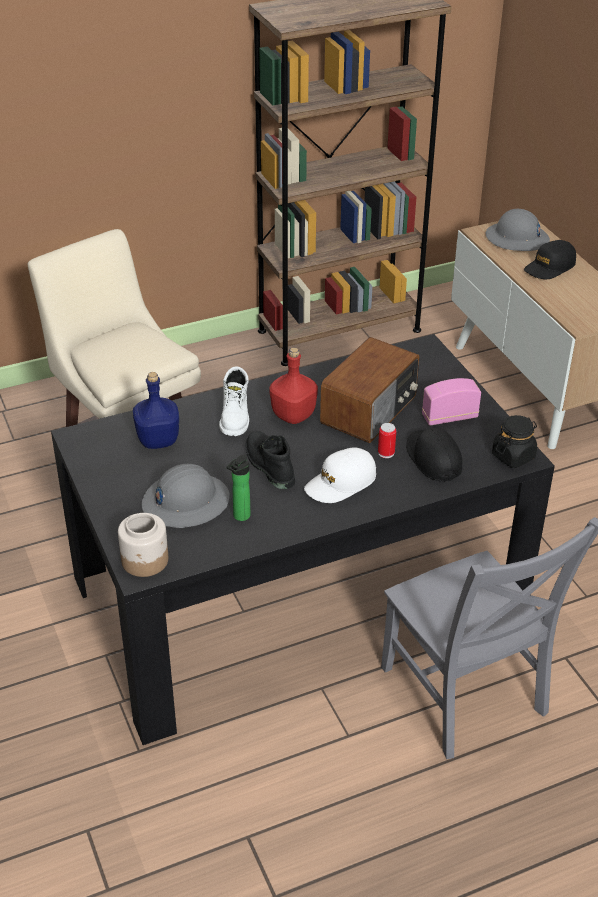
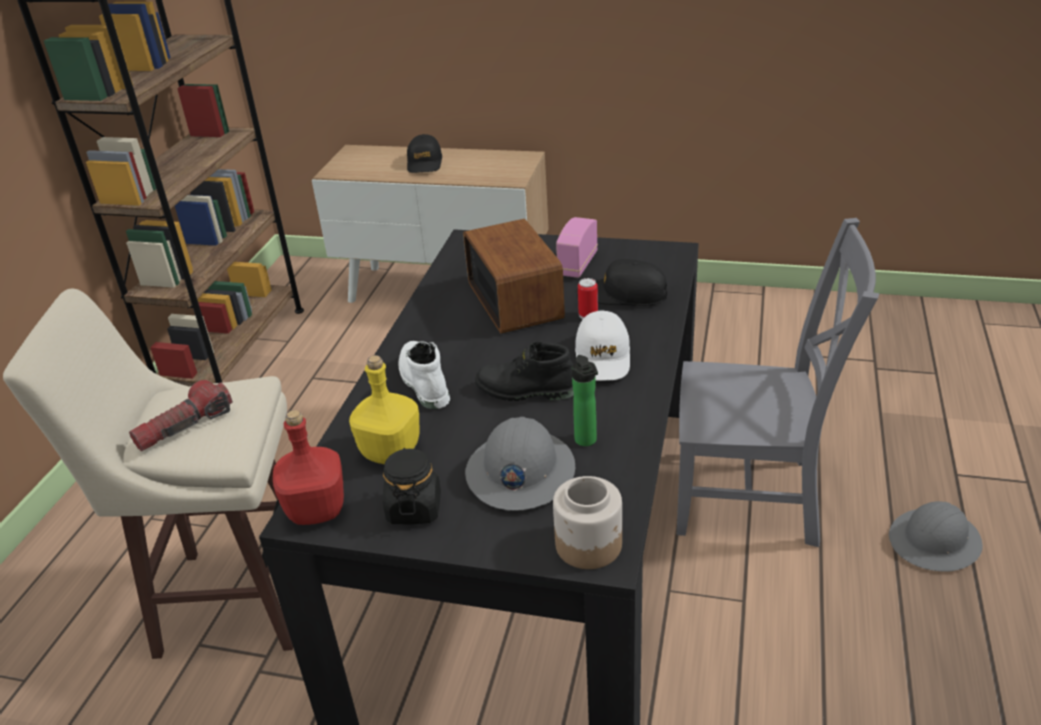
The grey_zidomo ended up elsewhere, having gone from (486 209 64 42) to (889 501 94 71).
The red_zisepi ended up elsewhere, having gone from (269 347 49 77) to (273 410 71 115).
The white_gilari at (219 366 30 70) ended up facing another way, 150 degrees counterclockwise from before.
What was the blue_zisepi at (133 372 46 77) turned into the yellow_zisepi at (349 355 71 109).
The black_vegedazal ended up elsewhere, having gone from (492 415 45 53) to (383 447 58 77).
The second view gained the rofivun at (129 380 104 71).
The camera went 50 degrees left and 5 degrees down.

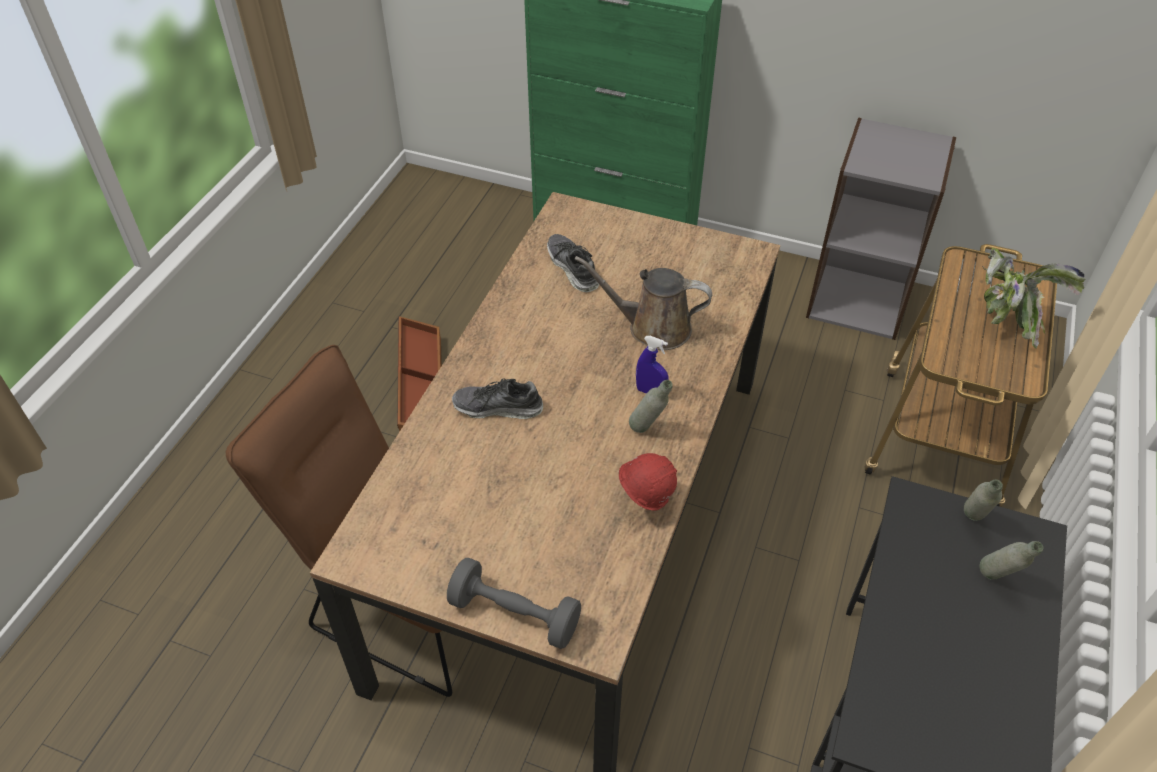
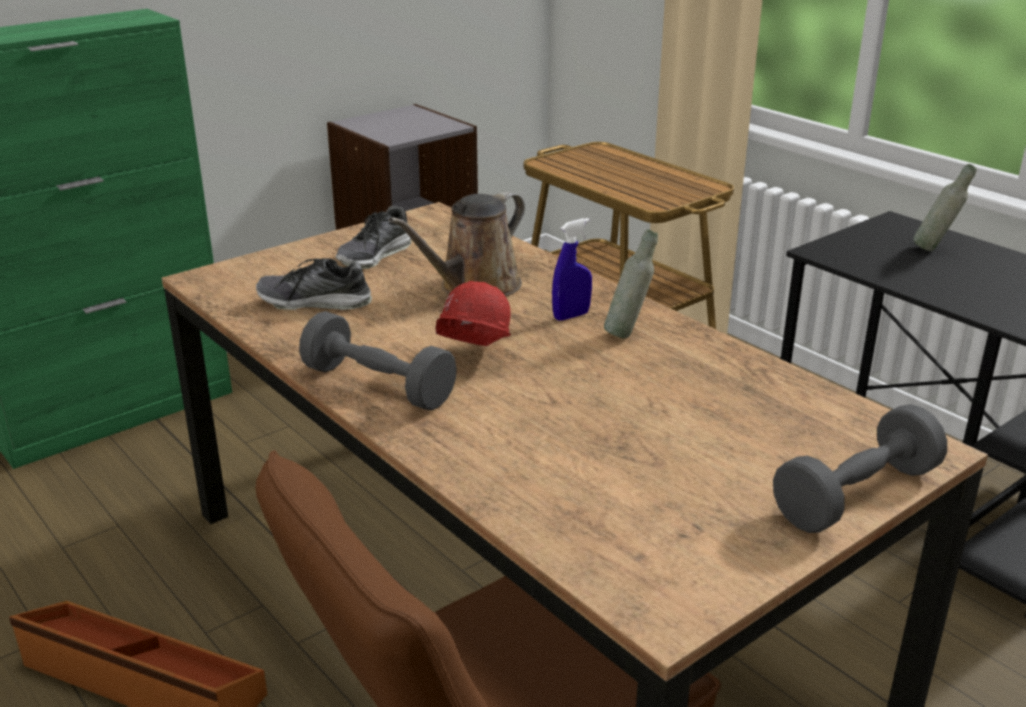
The second view lost the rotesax at (982 248 103 100).
The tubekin ended up elsewhere, having gone from (452 378 91 41) to (336 206 76 63).
The red_zidomo ended up elsewhere, having gone from (619 453 58 57) to (418 281 93 65).
The second view lost the grey_zisepi at (964 480 39 41).
The second view gained the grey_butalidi at (299 311 158 100).
The camera went 60 degrees left and 20 degrees down.

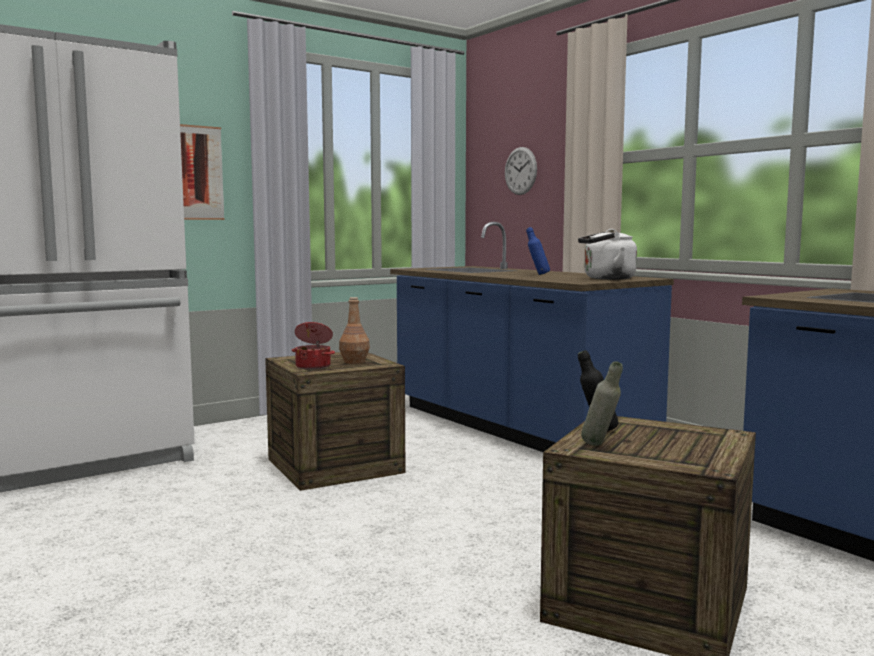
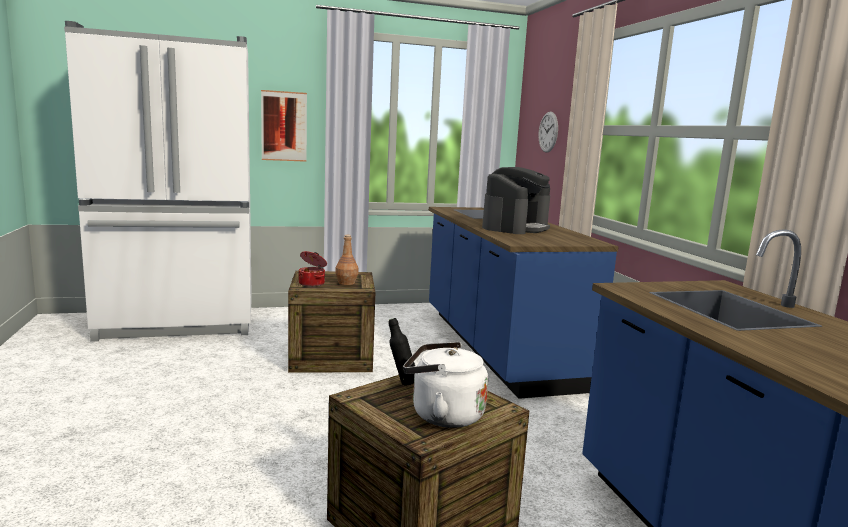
Where the blue_zisepi stood at (526 227 24 48), the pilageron came to stand at (482 167 68 67).
The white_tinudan ended up elsewhere, having gone from (578 229 59 51) to (403 342 85 86).
The second view lost the grey_zisepi at (581 361 42 85).
The camera went 20 degrees right and 5 degrees up.

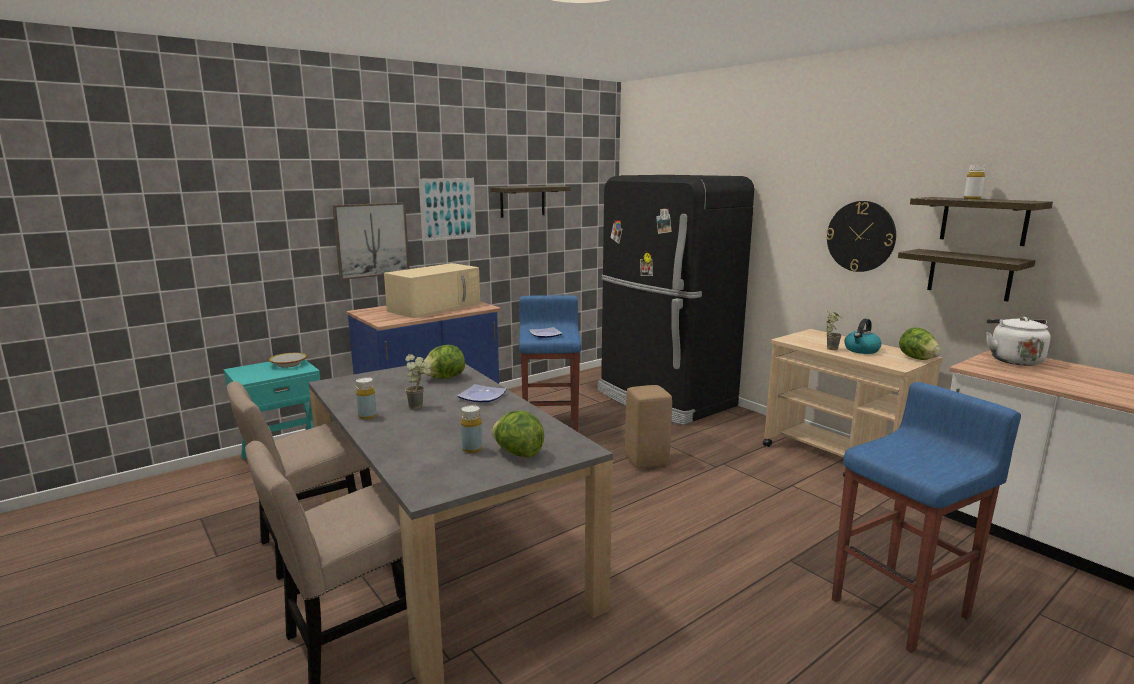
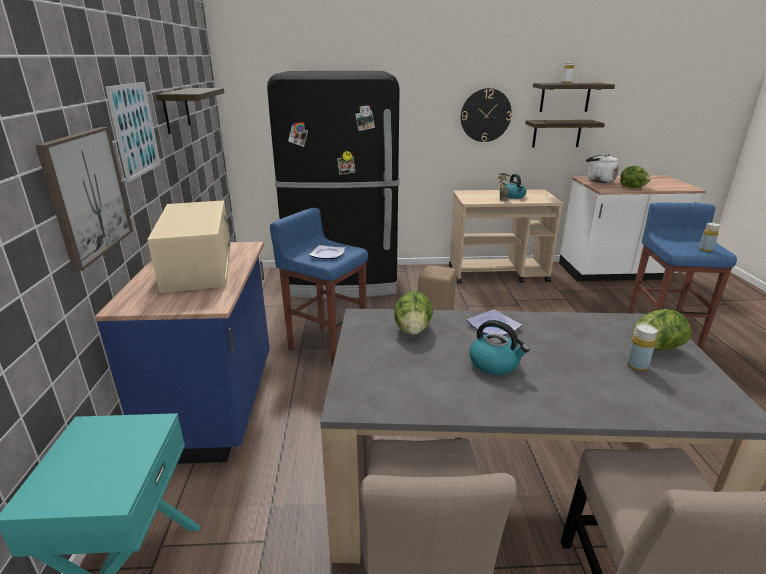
The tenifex ended up elsewhere, having gone from (899 327 42 33) to (620 166 31 22).
The second view lost the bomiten at (269 353 38 15).
Where the rotesax stood at (405 354 26 55), the tinudan came to stand at (469 320 61 55).
The yellow_zisepi ended up elsewhere, having gone from (356 377 21 43) to (699 223 21 29).
The camera went 55 degrees left and 10 degrees up.

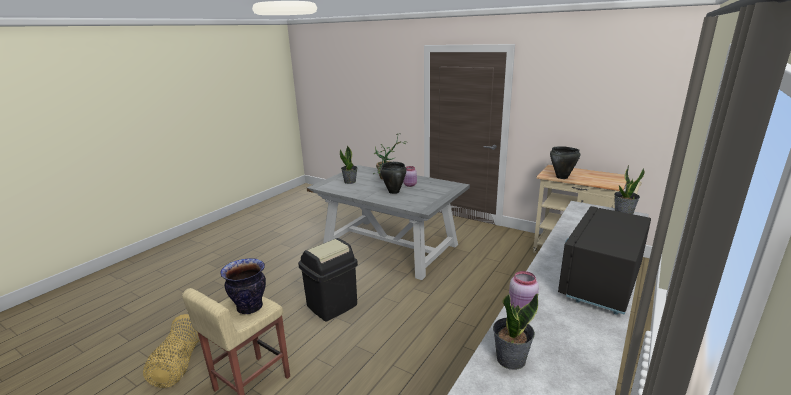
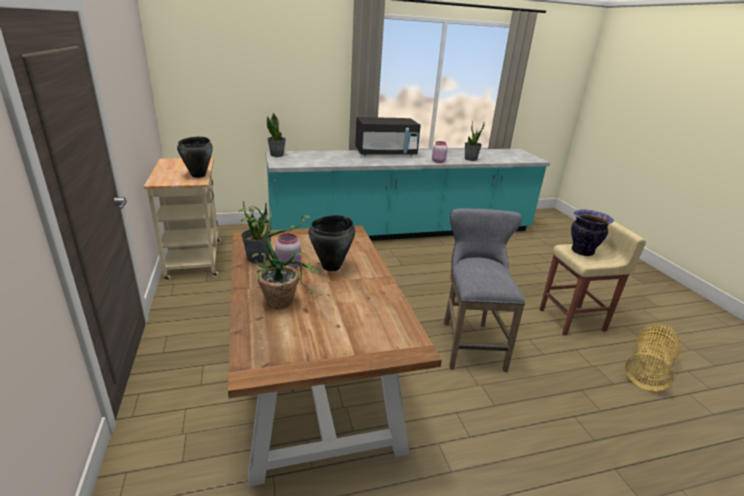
The rotesax ended up elsewhere, having gone from (340 146 17 38) to (241 201 30 62).
What was the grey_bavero at (307 165 163 115) turned into the brown_bavero at (228 225 214 262).
Where the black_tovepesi stood at (298 238 60 83), the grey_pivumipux came to stand at (444 209 81 163).
The camera went 140 degrees left and 5 degrees up.

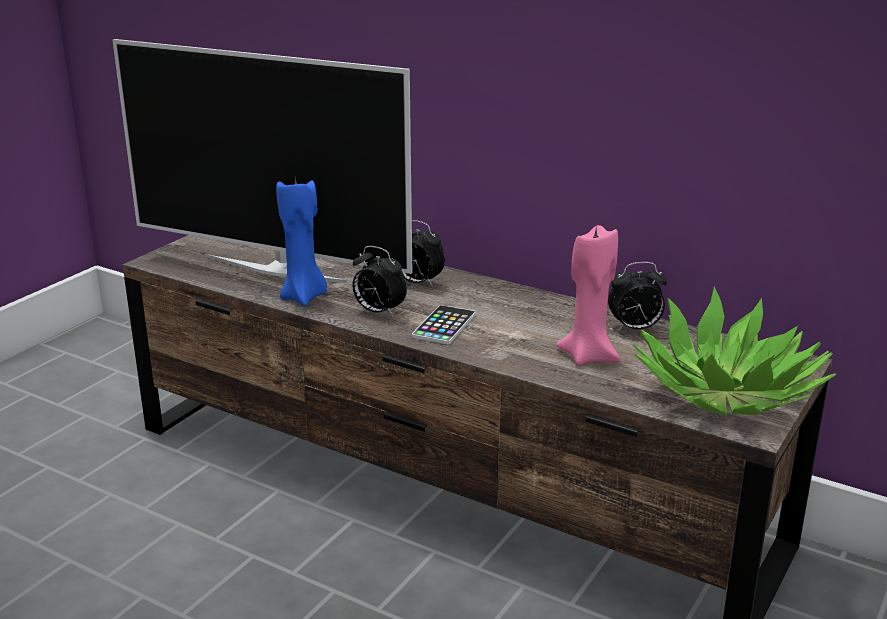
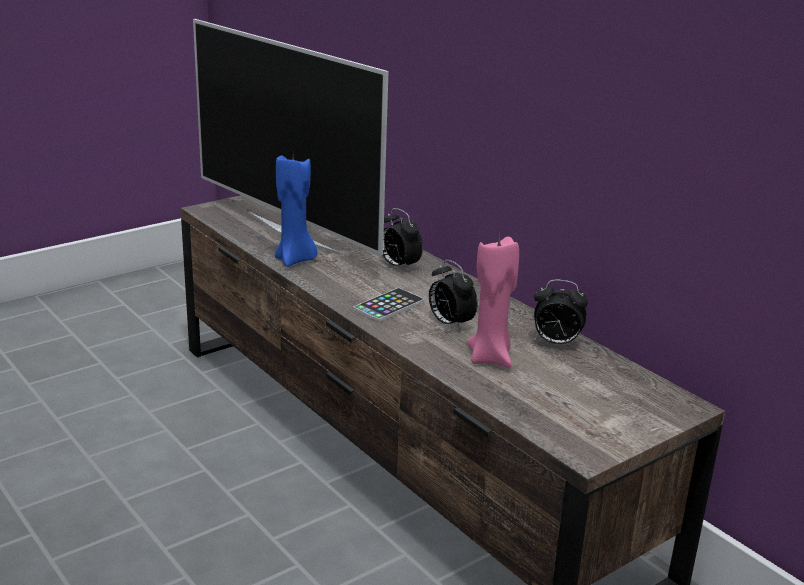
The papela ended up elsewhere, having gone from (352 246 55 71) to (429 260 49 71).
The second view lost the rotesax at (632 287 204 129).
The camera went 20 degrees right and 0 degrees up.

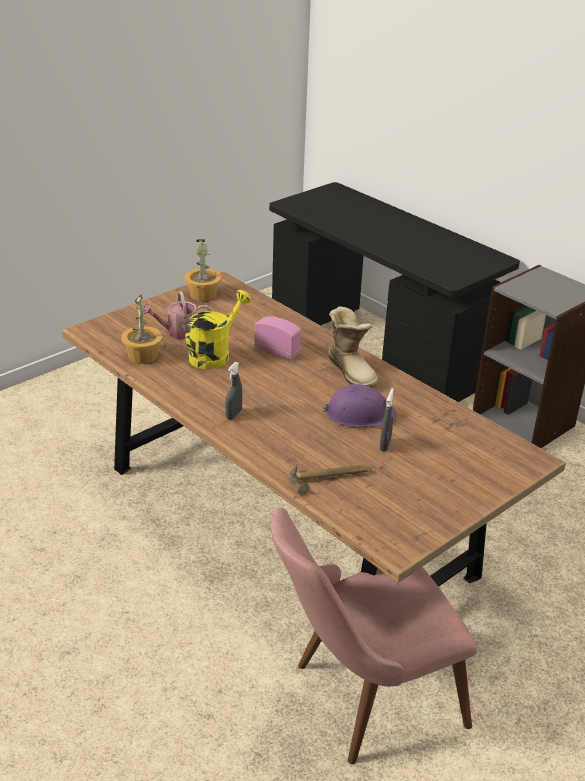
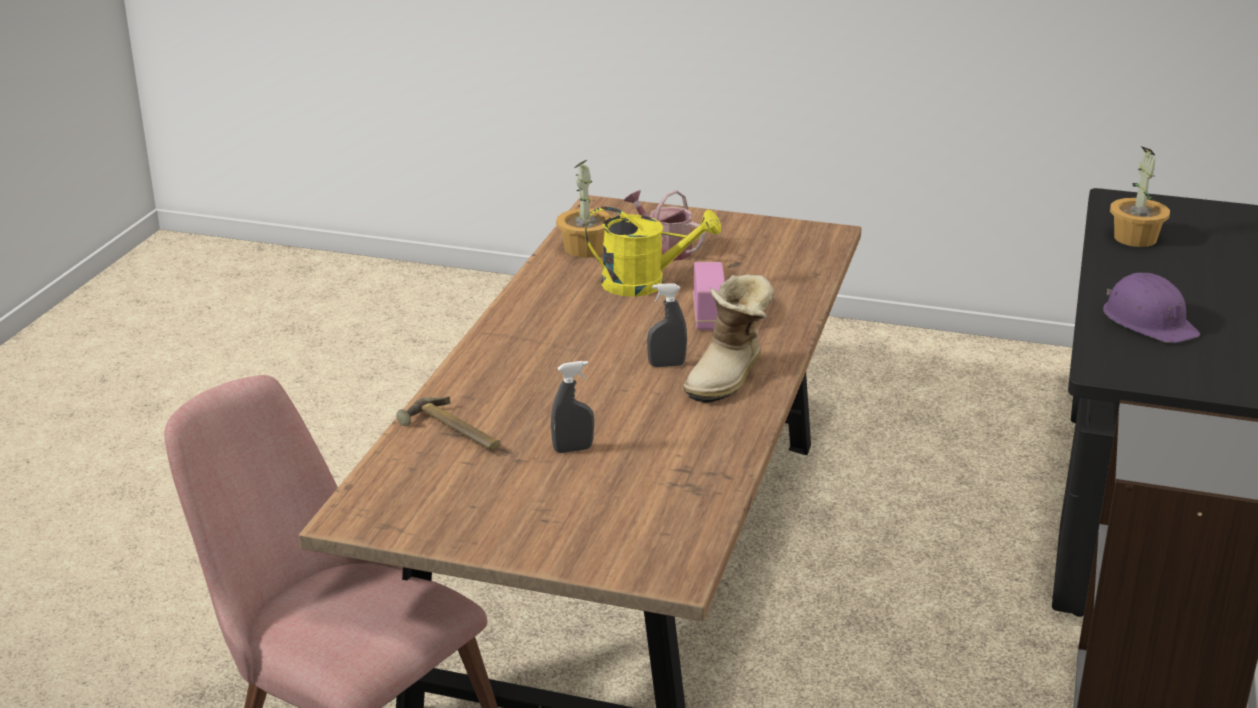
The rotesax ended up elsewhere, having gone from (184 239 38 62) to (1110 146 60 101).
The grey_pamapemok ended up elsewhere, having gone from (226 362 16 58) to (647 283 40 84).
The purple_zidomo ended up elsewhere, having gone from (322 384 74 43) to (1103 273 97 70).
The camera went 60 degrees right and 5 degrees down.

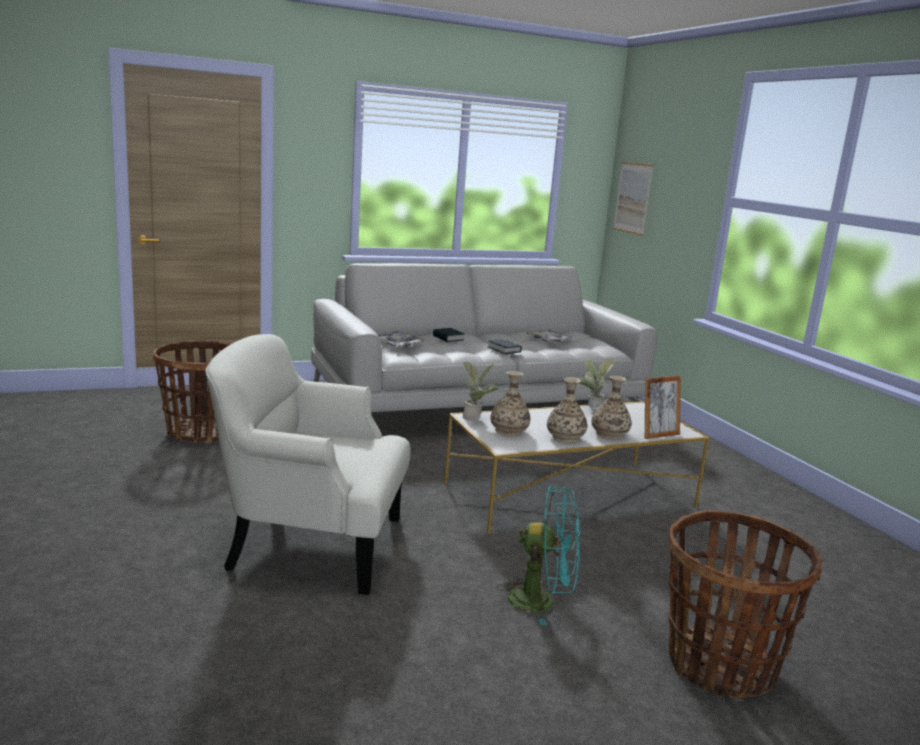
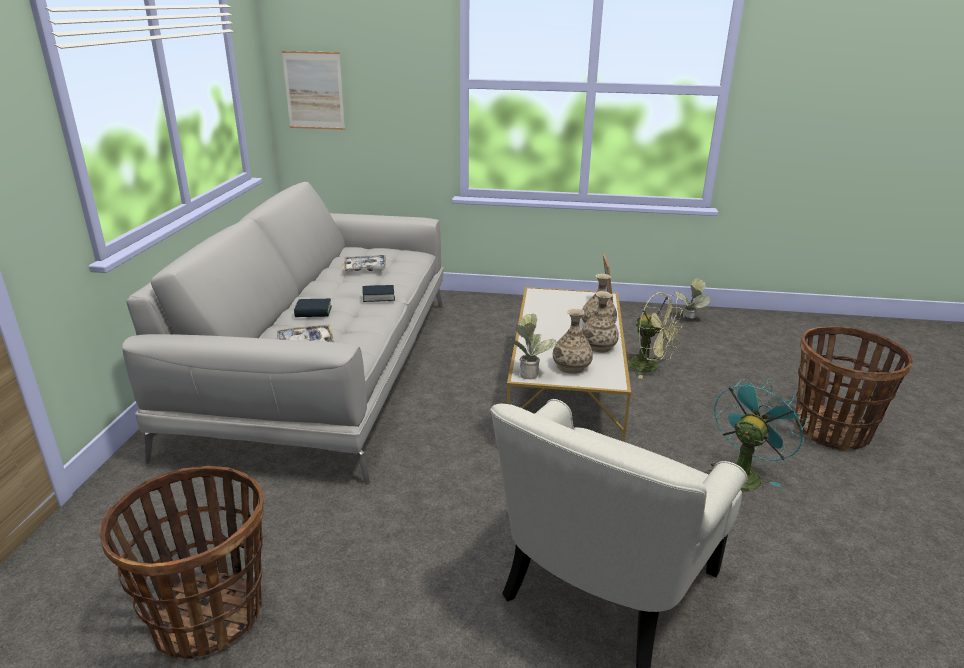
The rotesax ended up elsewhere, having gone from (578 359 37 49) to (675 278 35 41).
The second view gained the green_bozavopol at (626 292 58 87).
The camera went 60 degrees left and 10 degrees up.

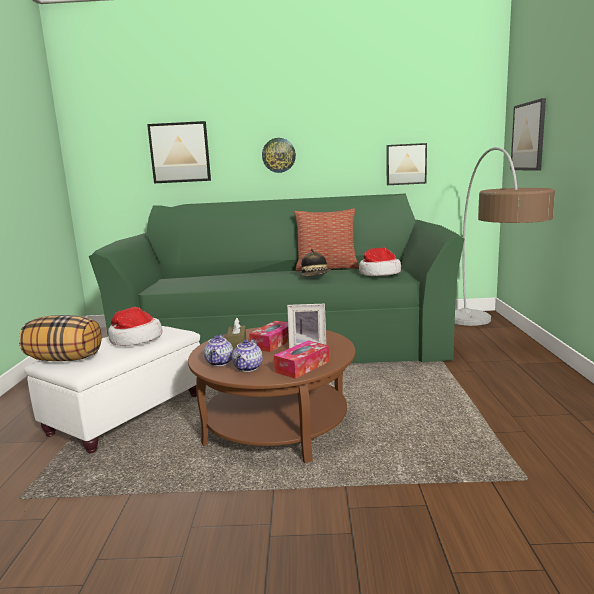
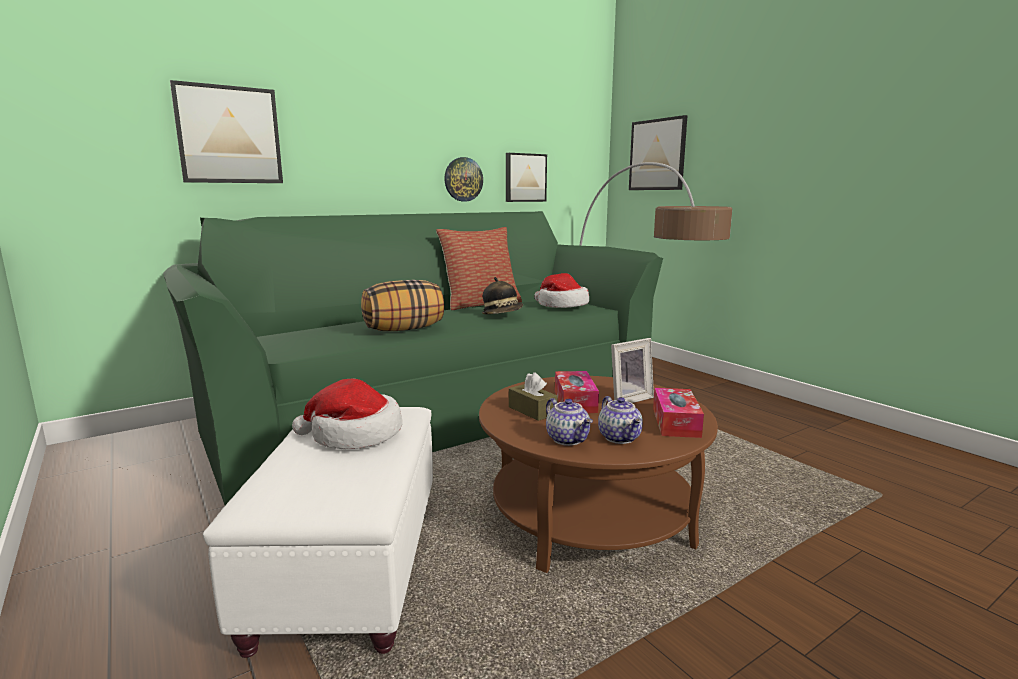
The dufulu ended up elsewhere, having gone from (262 138 34 35) to (444 157 39 45).
The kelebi ended up elsewhere, having gone from (19 315 83 46) to (361 280 83 51).
The camera went 35 degrees left and 0 degrees up.

